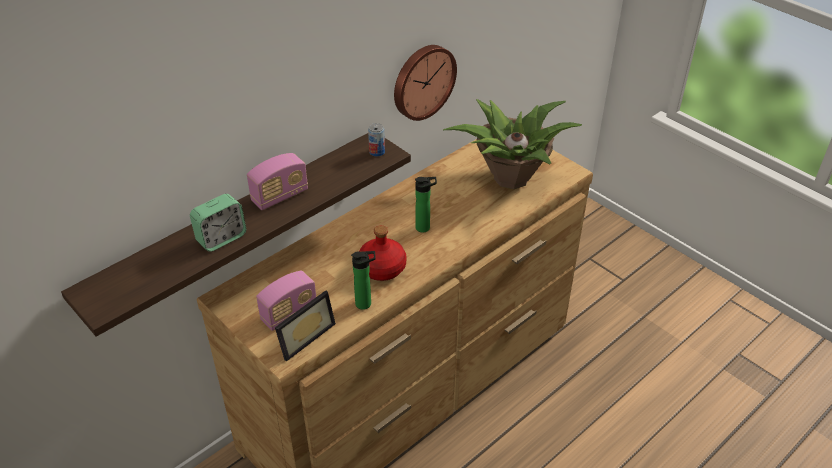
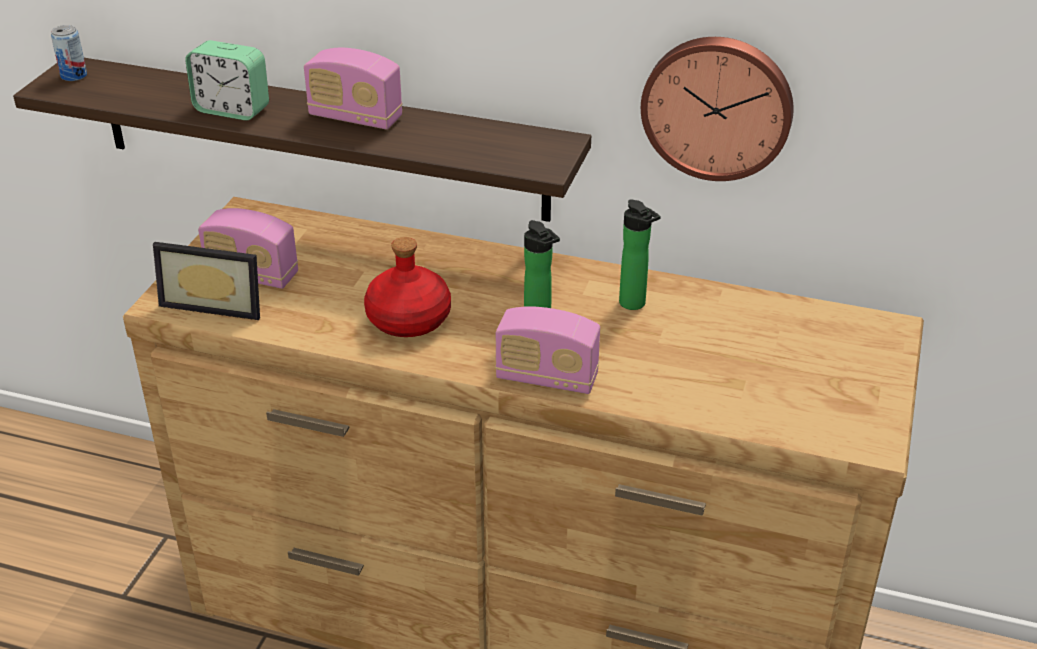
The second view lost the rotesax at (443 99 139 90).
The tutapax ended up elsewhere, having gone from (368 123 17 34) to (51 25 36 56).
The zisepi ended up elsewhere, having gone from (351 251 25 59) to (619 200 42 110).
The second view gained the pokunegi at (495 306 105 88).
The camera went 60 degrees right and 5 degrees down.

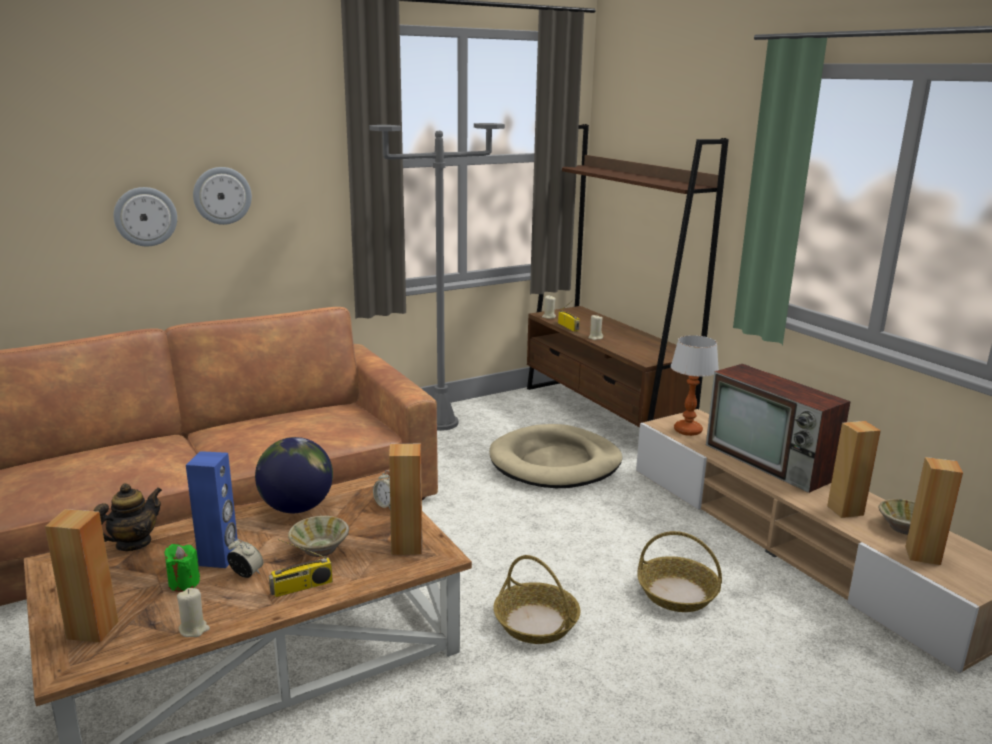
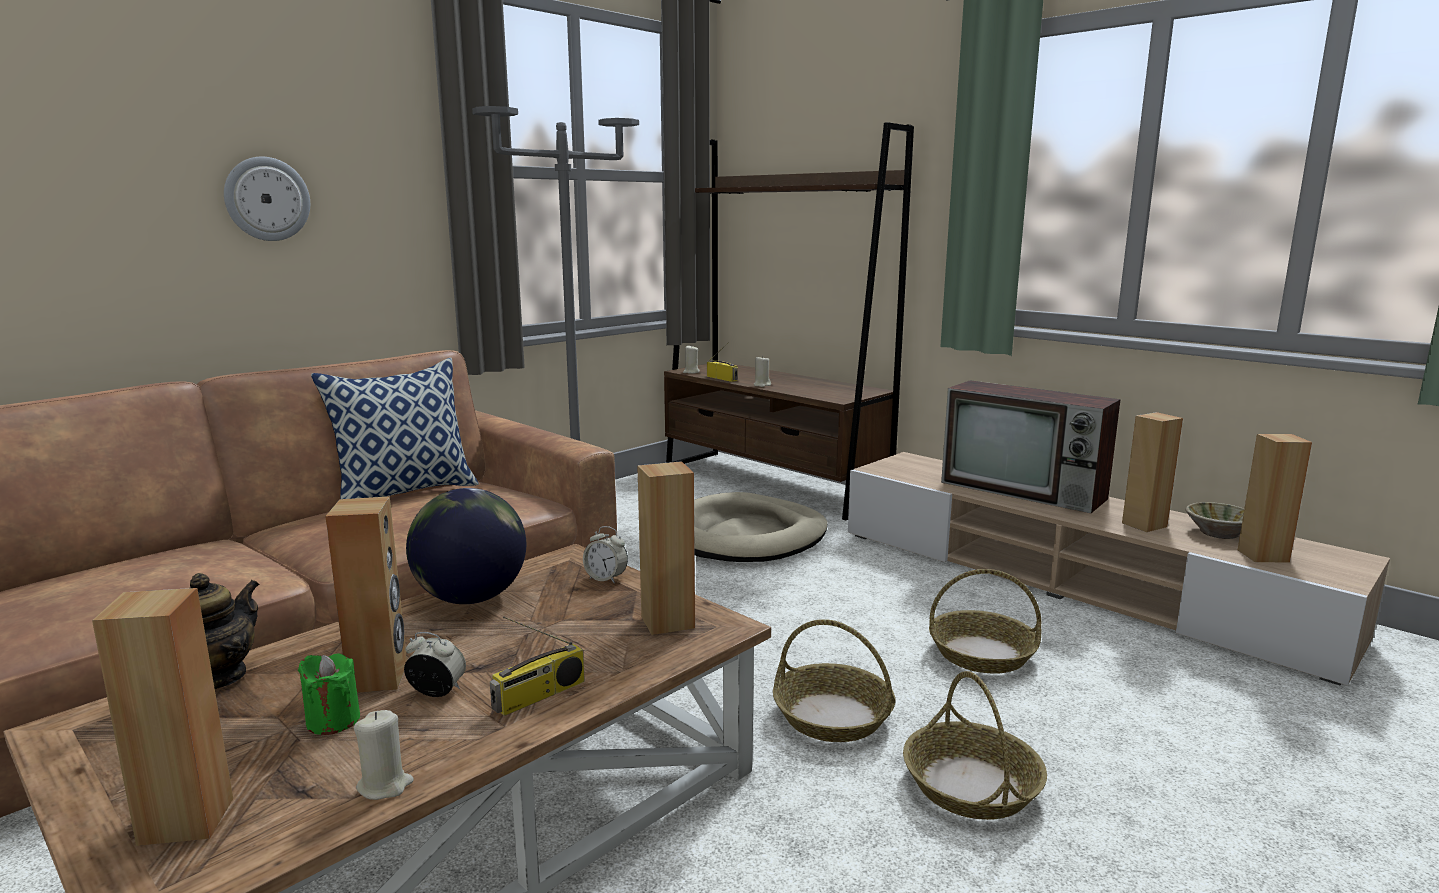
The second view lost the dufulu at (114 187 63 59).
The second view lost the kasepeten at (671 335 48 101).
What was the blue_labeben at (186 451 52 117) turned into the brown_labeben at (325 496 82 197).
The second view lost the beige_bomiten at (288 516 61 41).
The second view gained the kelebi at (311 358 168 141).
The second view gained the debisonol at (903 671 144 149).
The camera went 15 degrees left and 5 degrees down.

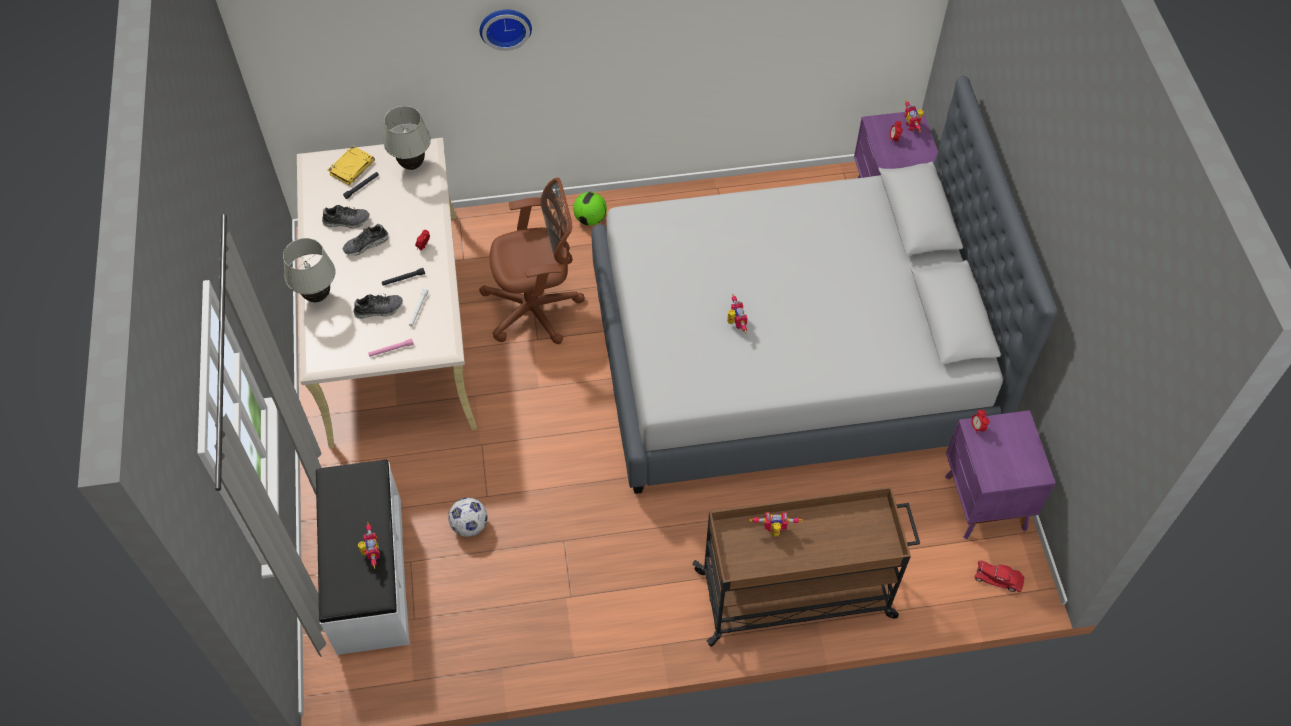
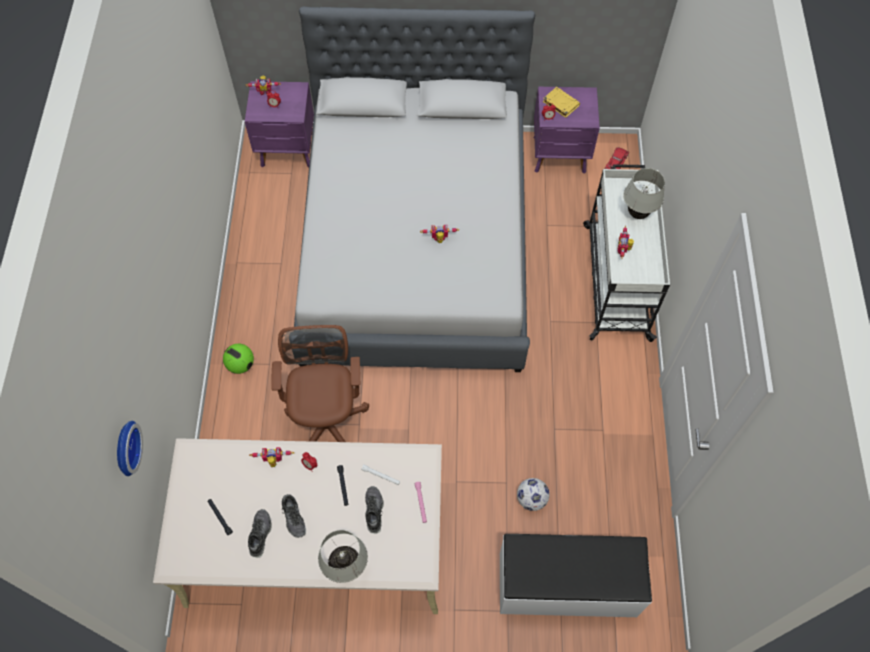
The dufulu ended up elsewhere, having gone from (479 10 53 41) to (117 421 26 55).
The white_kasepeten ended up elsewhere, having gone from (383 106 48 64) to (623 168 42 51).
The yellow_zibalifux ended up elsewhere, having gone from (328 146 47 39) to (543 87 37 31).
What was the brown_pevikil at (692 487 228 160) turned into the white_pevikil at (583 164 87 178).
The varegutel ended up elsewhere, having gone from (358 522 22 47) to (249 447 45 20).
The camera went 80 degrees left and 5 degrees up.

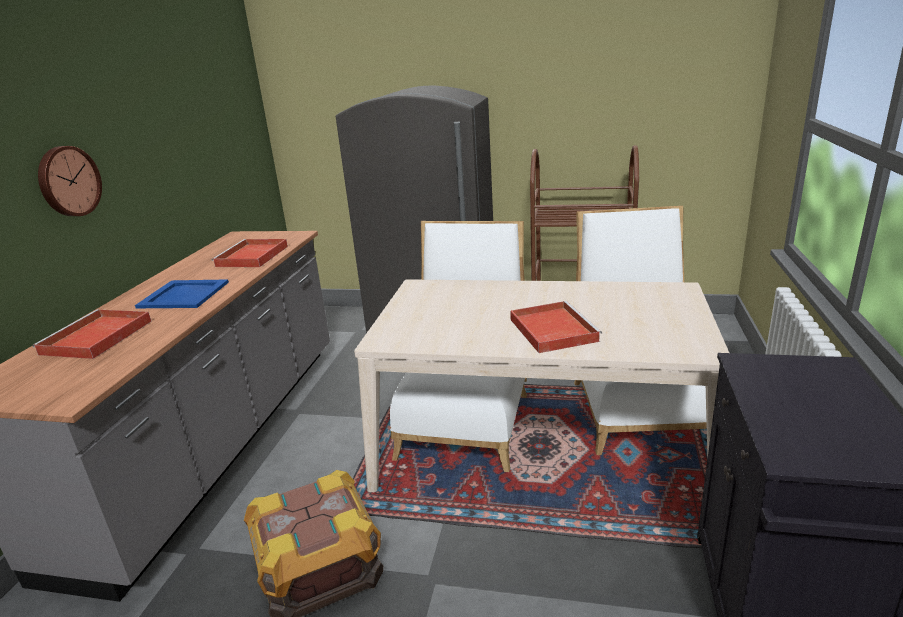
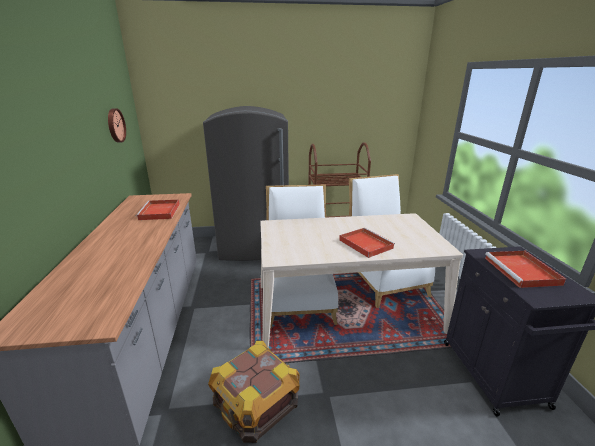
The dufulu ended up elsewhere, having gone from (38 146 64 70) to (108 108 18 35).
The second view lost the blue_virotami at (135 279 94 29).
The red_virotami ended up elsewhere, having gone from (33 309 119 50) to (485 251 81 37).
The camera went 20 degrees left and 0 degrees up.

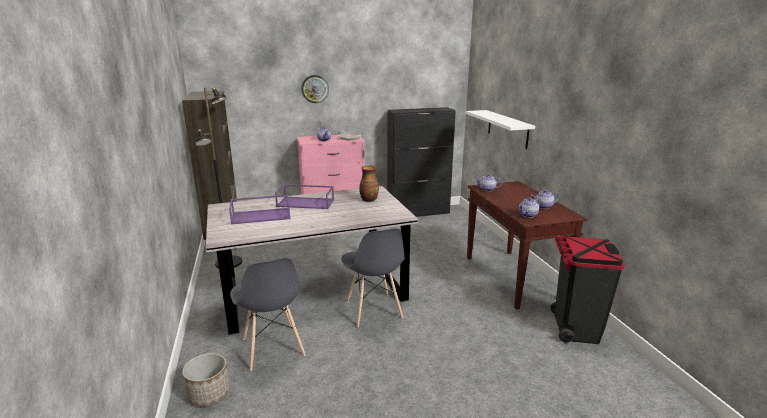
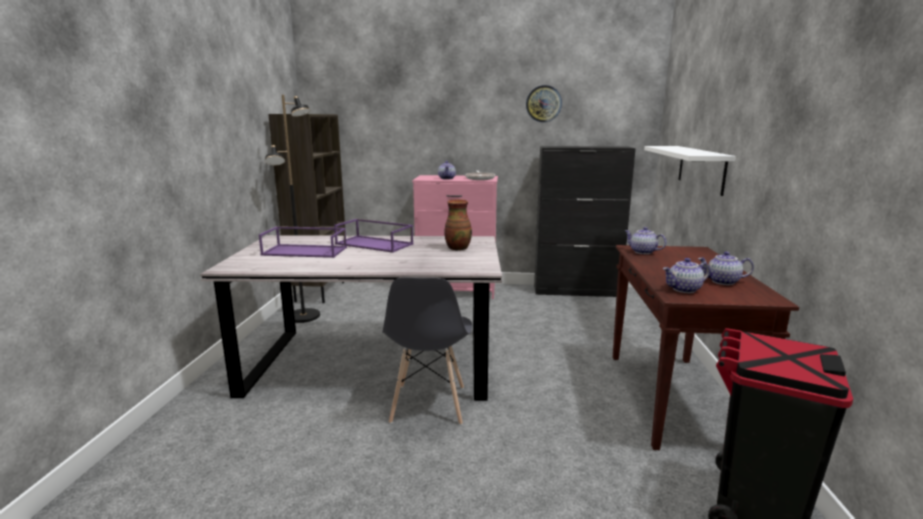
The dufulu ended up elsewhere, having gone from (301 75 28 28) to (526 85 36 37).
The second view lost the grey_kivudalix at (230 258 76 113).
The second view lost the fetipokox at (182 353 48 53).
The camera went 20 degrees right and 5 degrees down.

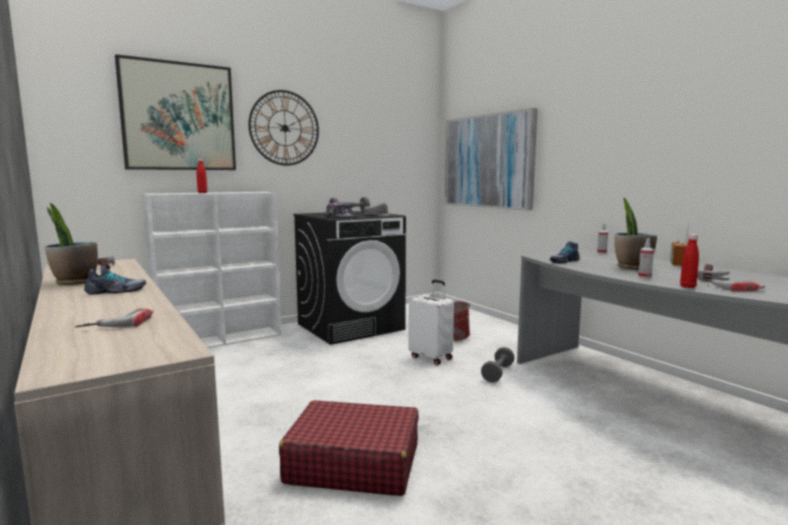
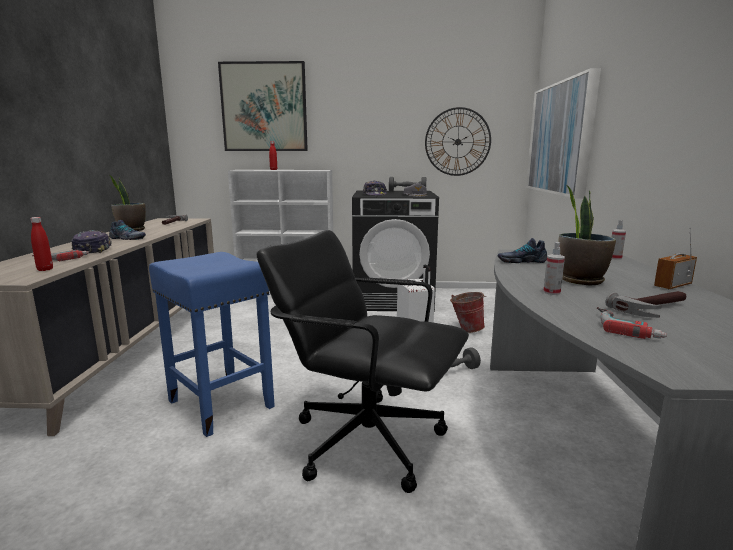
The dufulu ended up elsewhere, having gone from (249 90 70 76) to (425 107 66 69).
The red_zisepi ended up elsewhere, having gone from (680 234 19 54) to (30 217 23 54).
Where the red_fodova stood at (279 400 140 96), the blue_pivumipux came to stand at (149 252 126 185).
The second view gained the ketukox at (71 230 41 23).
The second view gained the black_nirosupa at (257 230 212 263).
The camera went 35 degrees right and 5 degrees up.

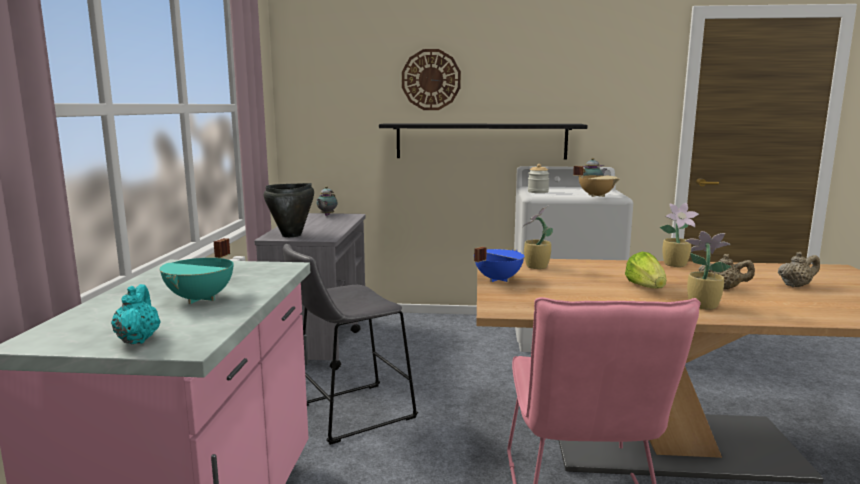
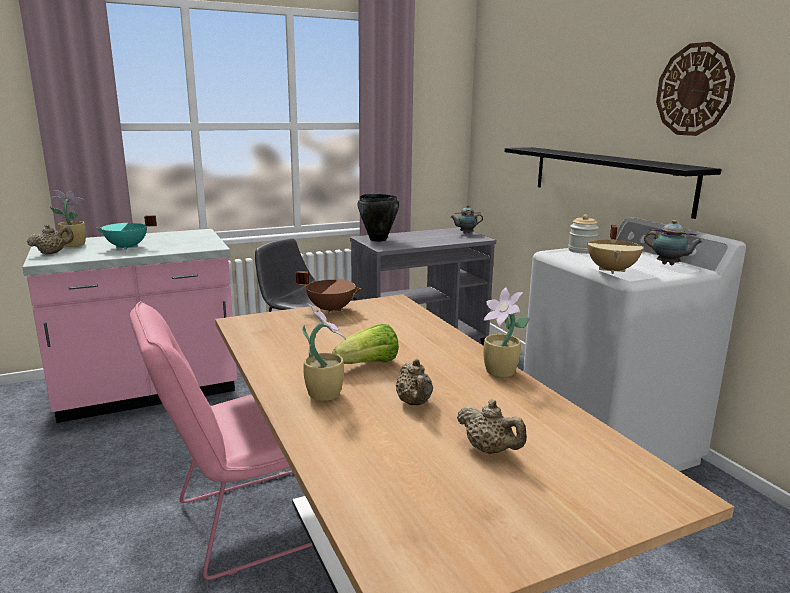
The dufulu ended up elsewhere, having gone from (402 49 59 61) to (656 42 79 94).
The rotesax ended up elsewhere, having gone from (523 205 30 64) to (50 190 36 57).
What was the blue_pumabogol at (474 247 50 35) turned into the brown_pumabogol at (296 271 65 43).
What was the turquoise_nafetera at (111 284 50 61) turned into the beige_nafetera at (27 224 47 31).
The camera went 60 degrees right and 5 degrees up.

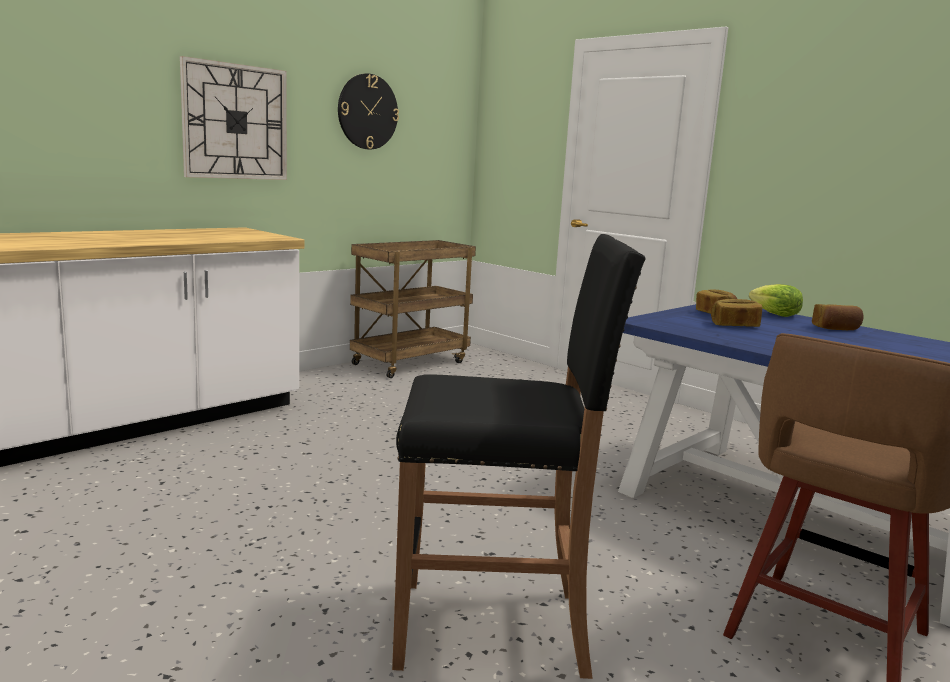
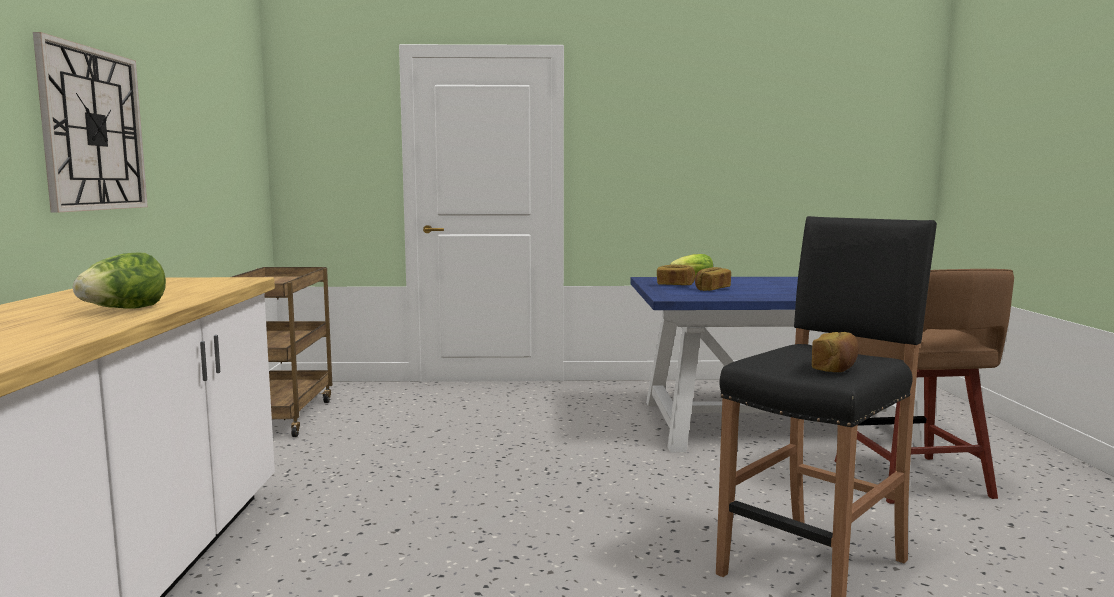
The second view lost the dufulu at (338 73 61 76).
The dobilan ended up elsewhere, having gone from (812 304 51 26) to (812 332 47 40).
The second view gained the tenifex at (73 253 93 56).
The camera went 45 degrees left and 5 degrees down.

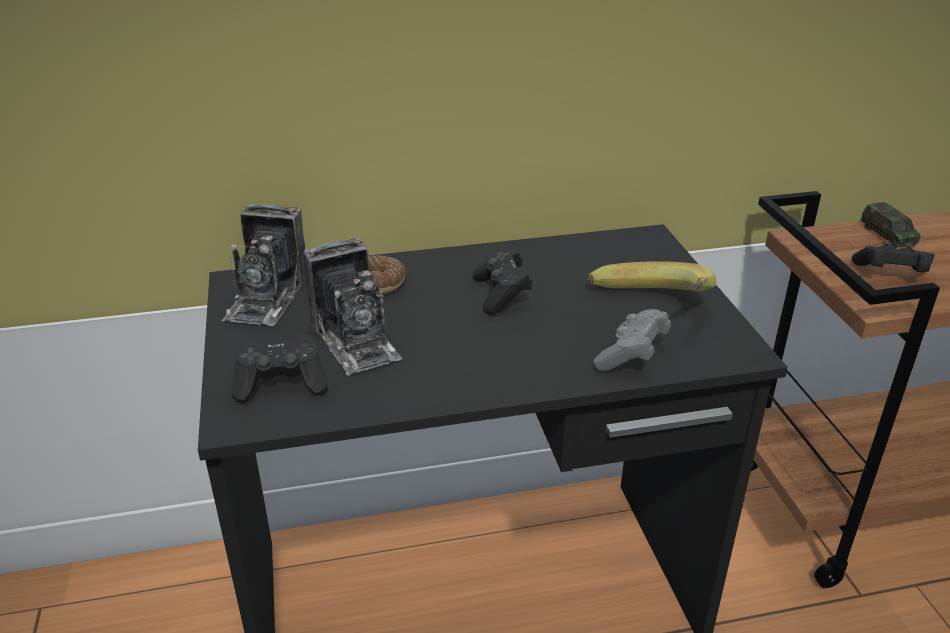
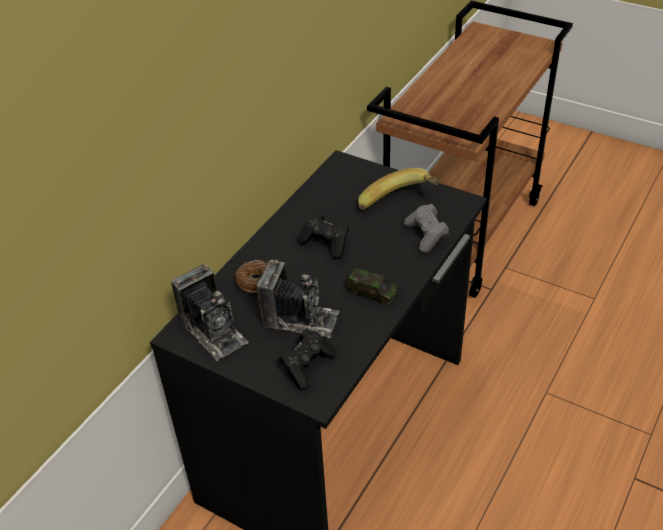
The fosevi ended up elsewhere, having gone from (860 202 61 47) to (346 268 52 37).
The second view lost the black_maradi at (852 241 83 32).
The camera went 45 degrees left and 10 degrees up.

